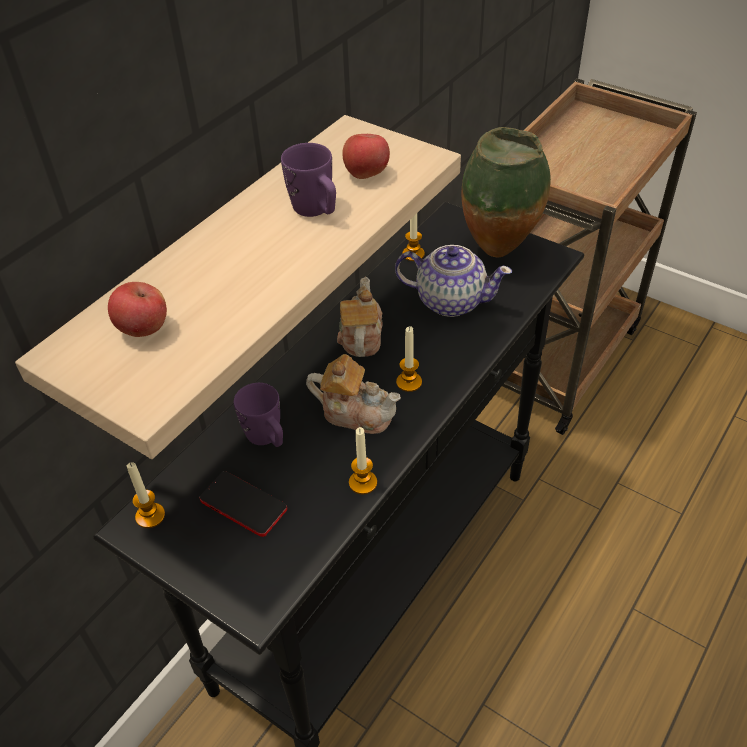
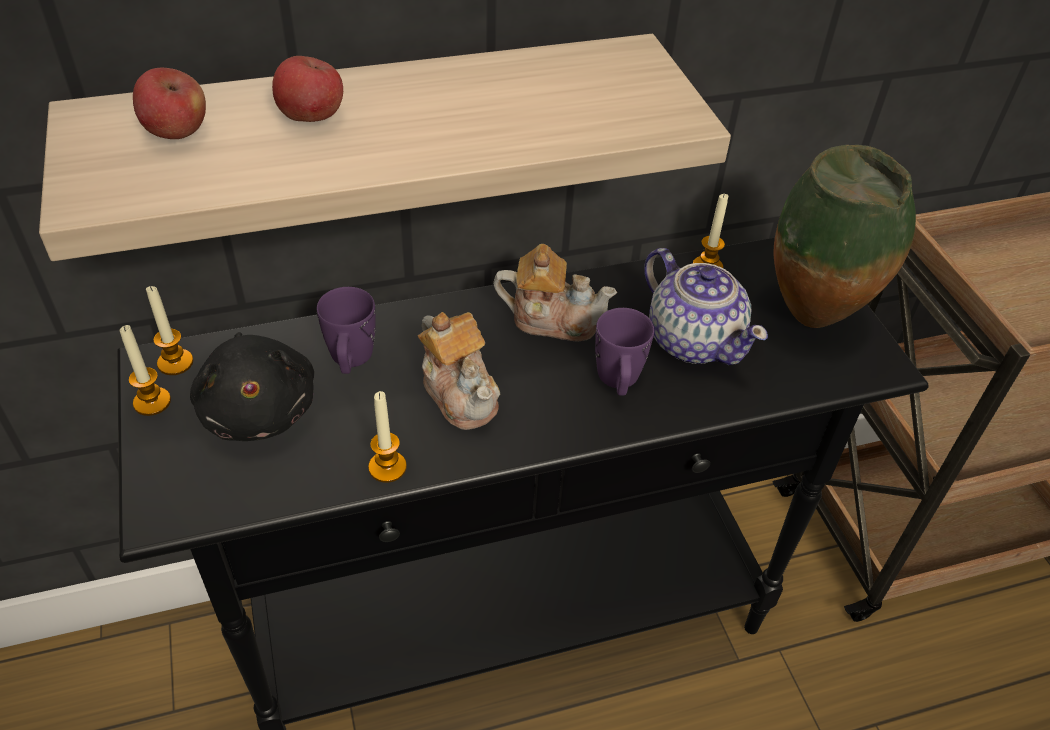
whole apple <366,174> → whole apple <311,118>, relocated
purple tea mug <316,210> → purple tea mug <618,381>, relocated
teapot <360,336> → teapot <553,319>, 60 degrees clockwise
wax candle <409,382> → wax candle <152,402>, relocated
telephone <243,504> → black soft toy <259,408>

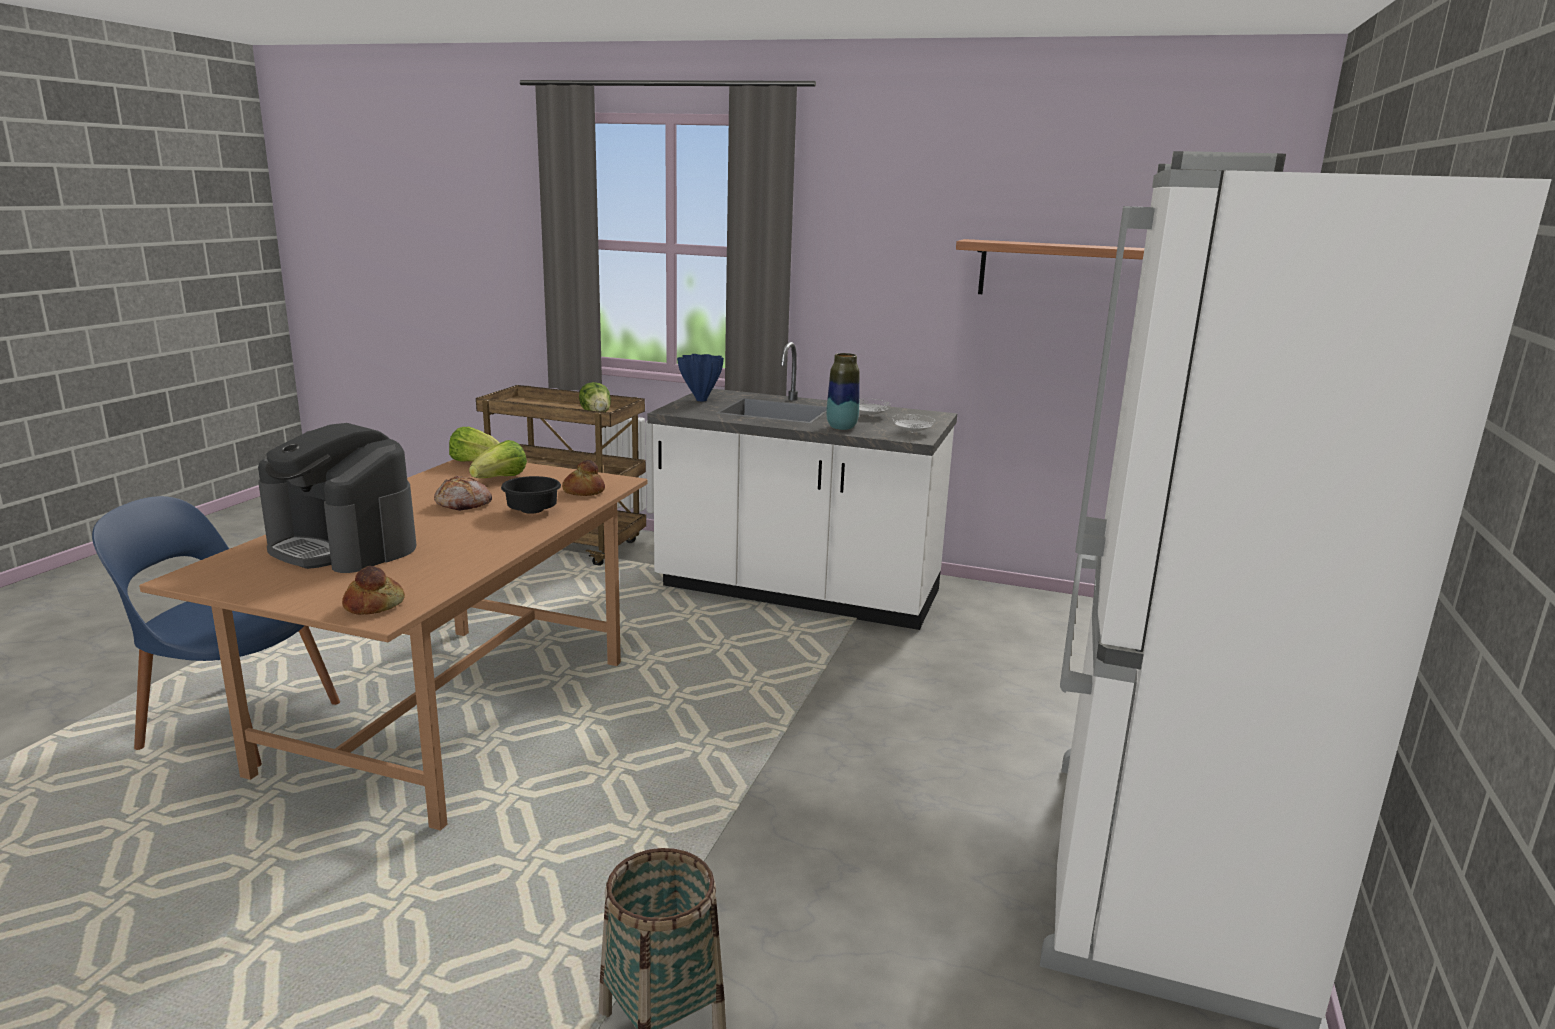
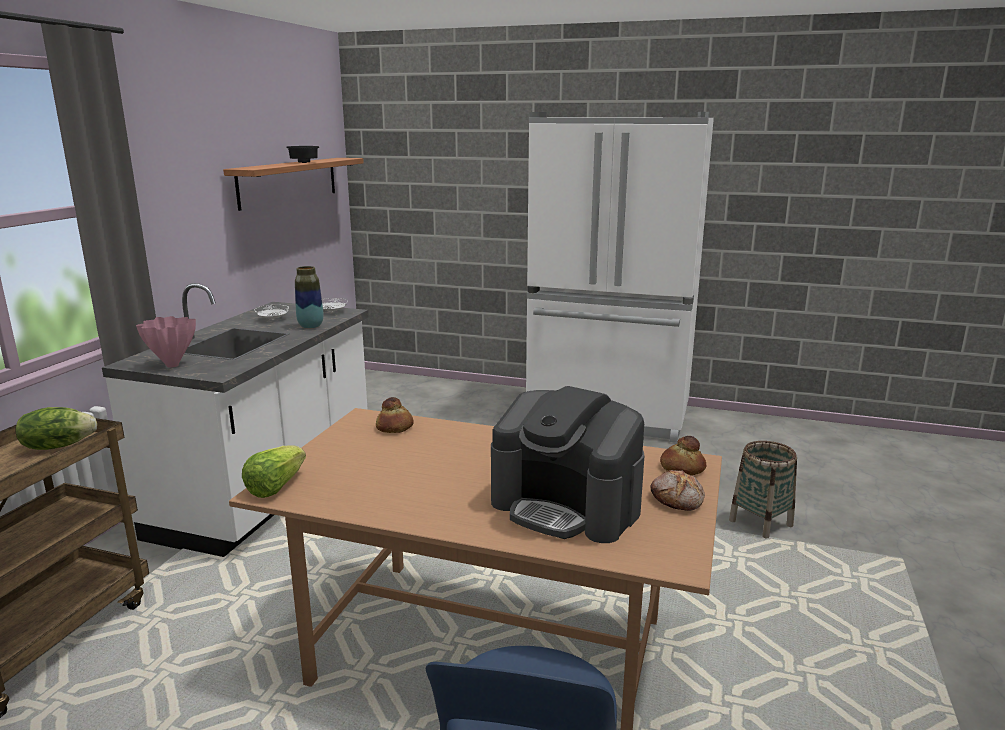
blue-coloured decorative vase <701,400> → pink-coloured decorative vase <171,365>
coffee brewer <343,546> → coffee brewer <567,506>, 90 degrees clockwise
lettuce <500,479> → -
bakery bread <464,504> → bakery bread <677,499>, relocated
black serving bowl <531,510> → black serving bowl <303,162>, relocated

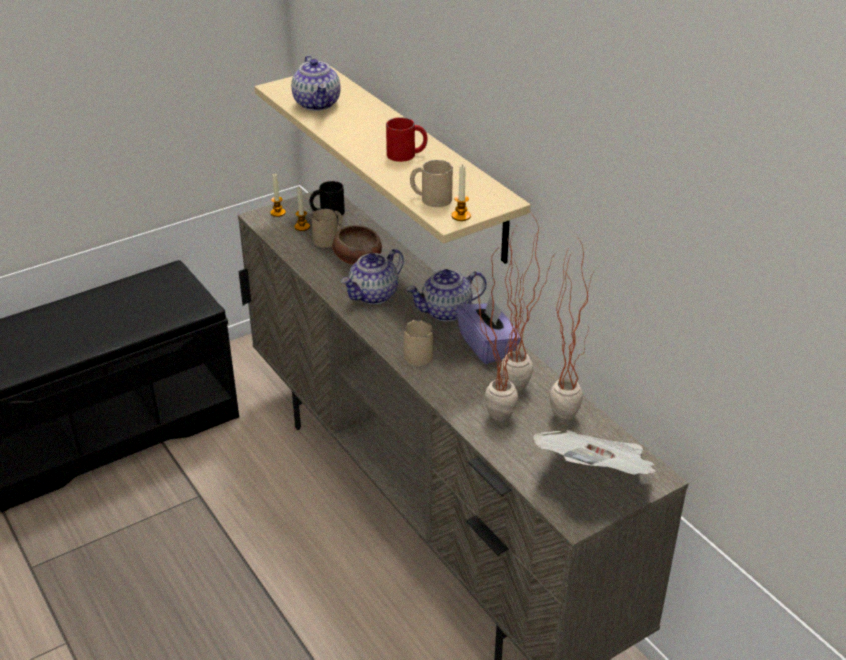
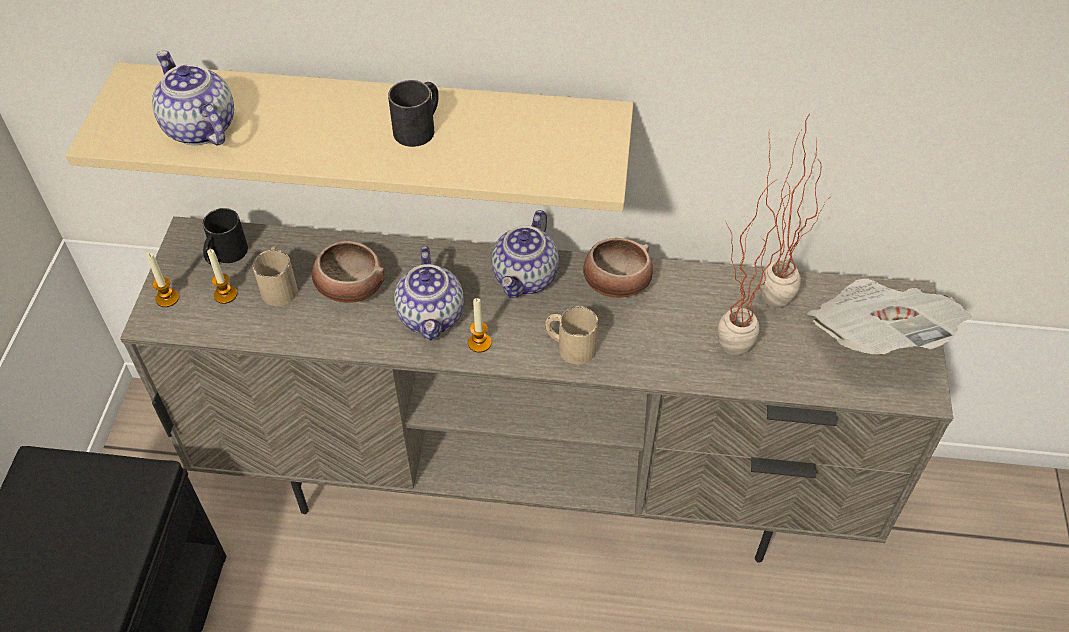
teapot <317,104> → teapot <199,128>, 150 degrees counterclockwise
red-coloured tea mug <407,154> → black tea mug <419,127>
sand-coloured tea mug <430,198> → -
wax candle <461,216> → wax candle <479,343>, relocated
plant in a pot <523,384> → -
purple tissue holder <487,346> → serving bowl <615,284>

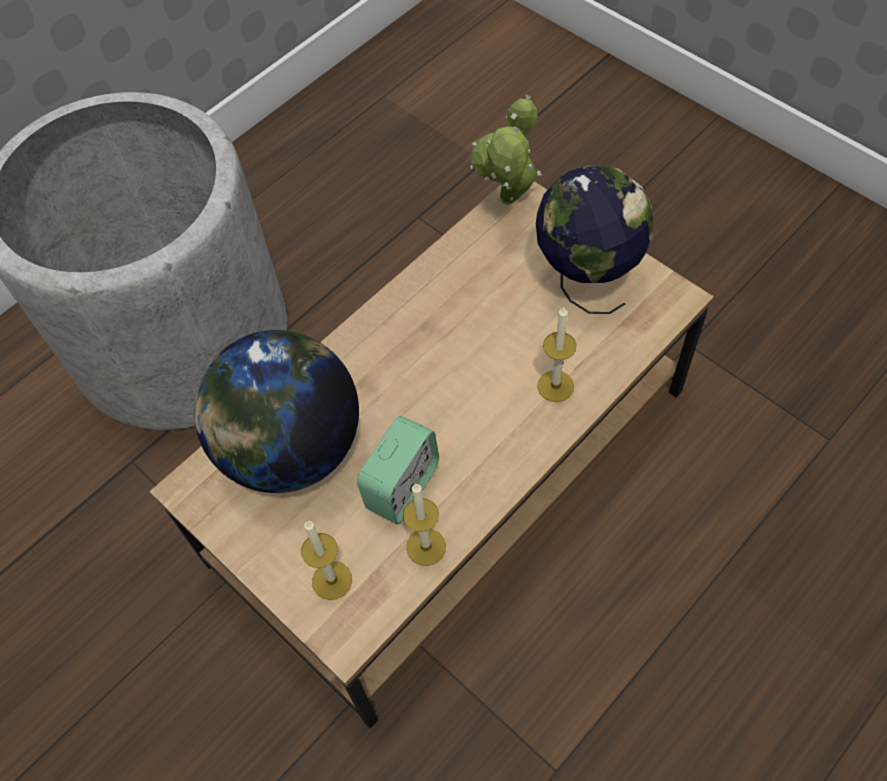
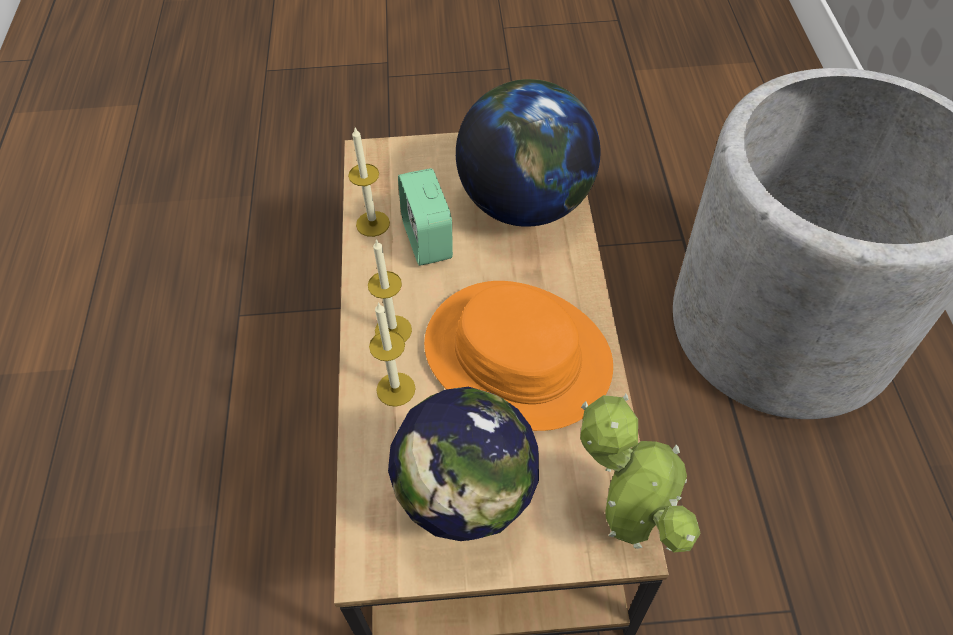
wax candle <332,580> → wax candle <393,330>, relocated
- → orange hat <517,356>

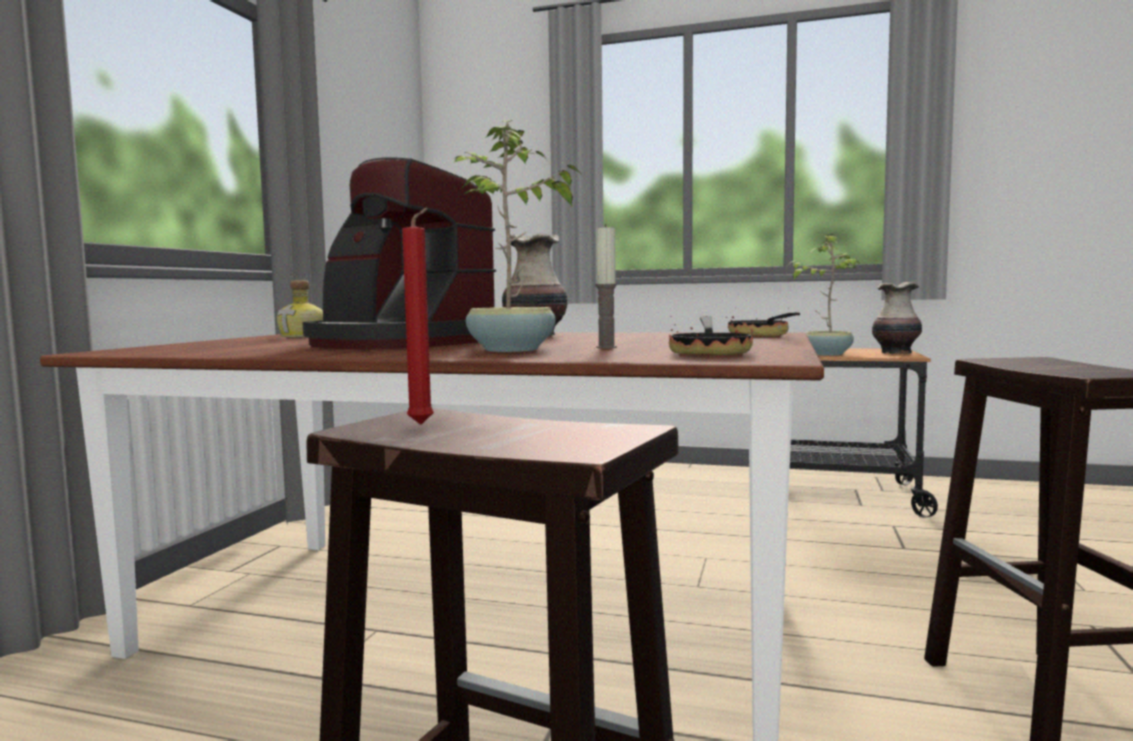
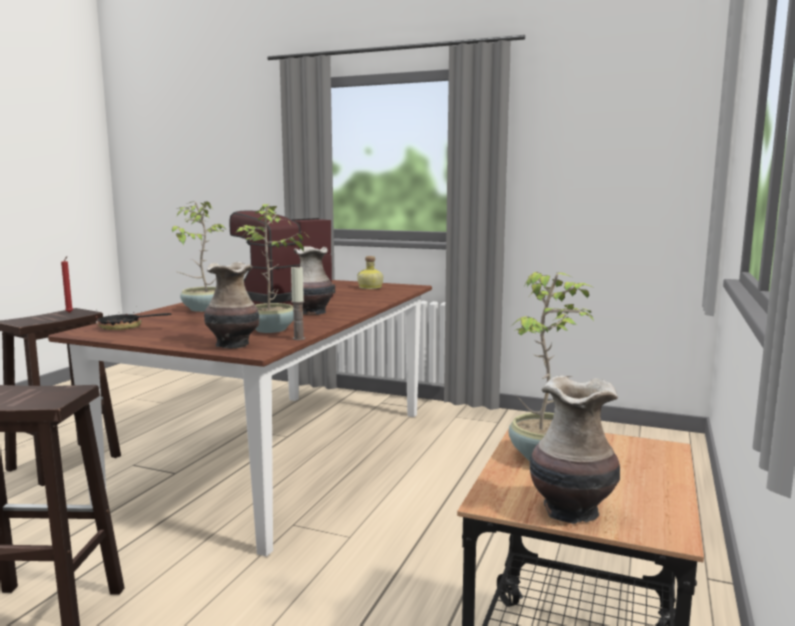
wax candle <606,347> → wax candle <298,338>, relocated
frying pan <761,336> → decorative vase <232,345>
- → plant in a pot <270,330>

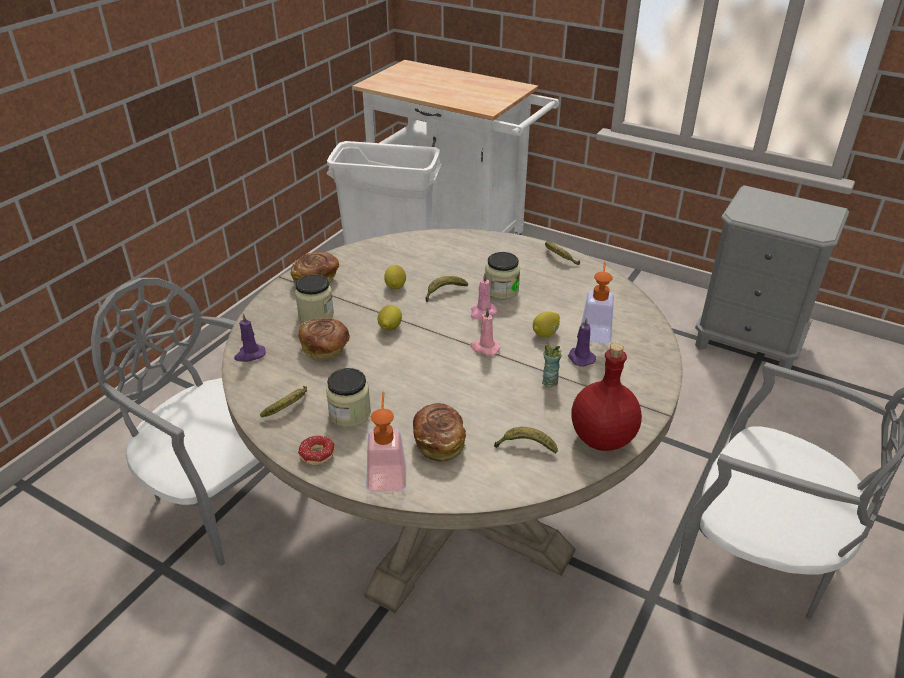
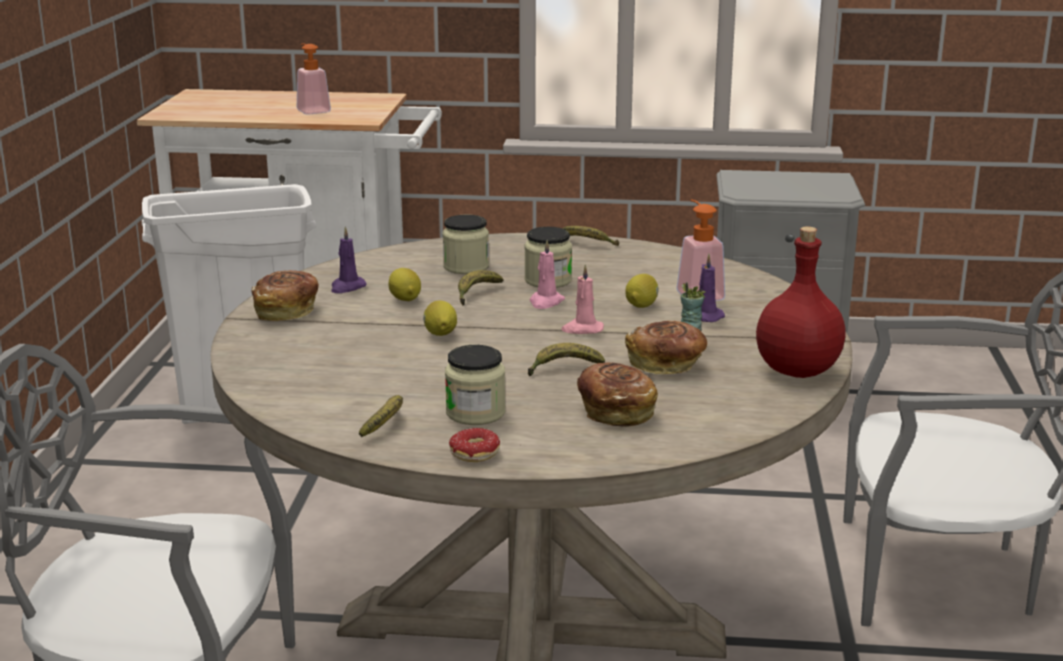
preserve jar <316,314> → preserve jar <466,267>, relocated
purple wax candle <249,355> → purple wax candle <347,287>, relocated
bakery bread <325,349> → bakery bread <666,365>, relocated
soap bottle <387,473> → soap bottle <311,110>, relocated
banana <525,446> → banana <563,368>, relocated

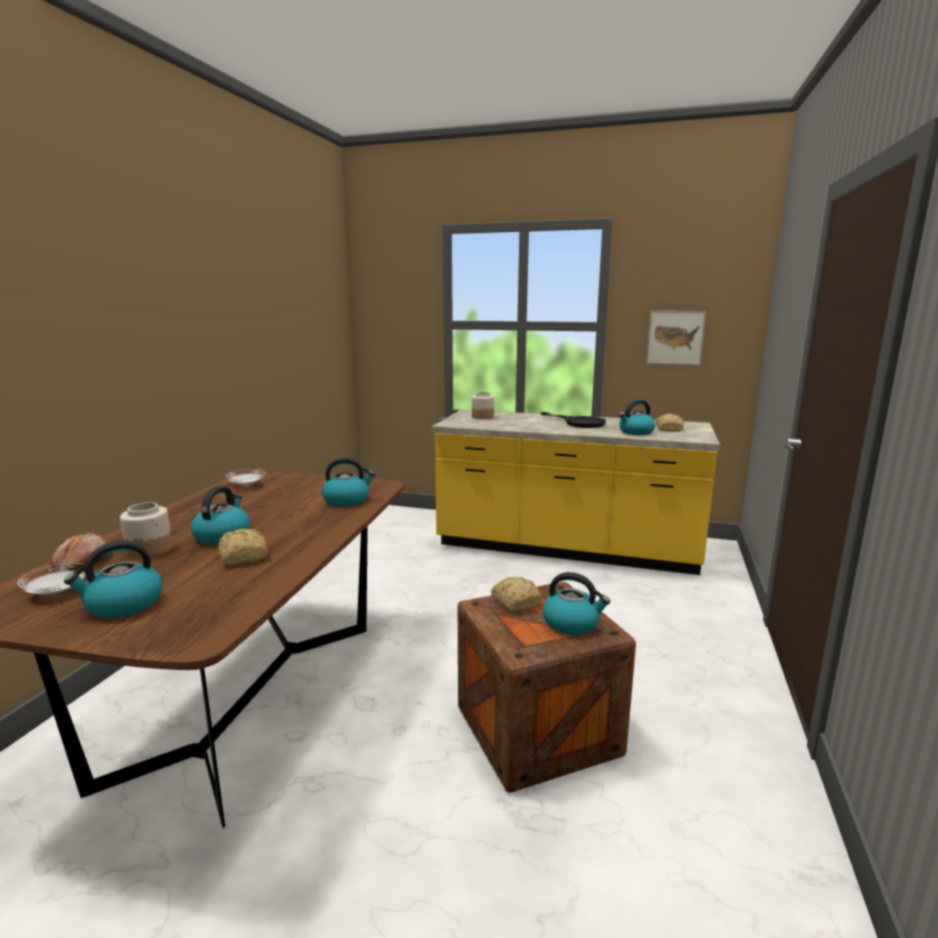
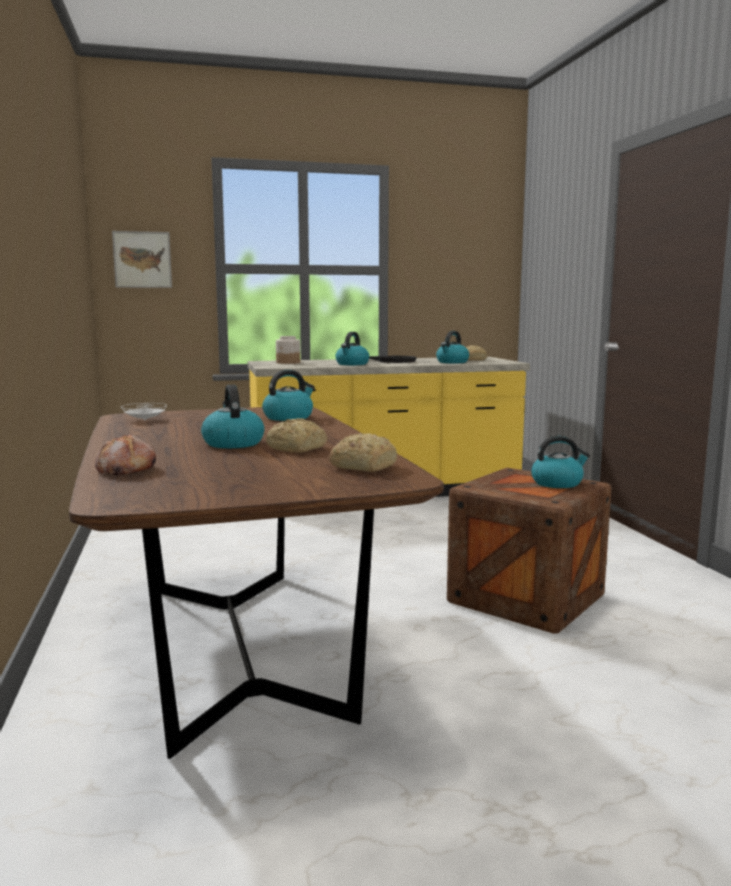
wall picture <675,337> → wall picture <142,259>, relocated
preserve jar <150,549> → -
tea kettle <123,605> → tea kettle <352,364>, relocated
whitish dinner plate <57,592> → -
bakery bread <516,601> → bakery bread <362,467>, relocated

